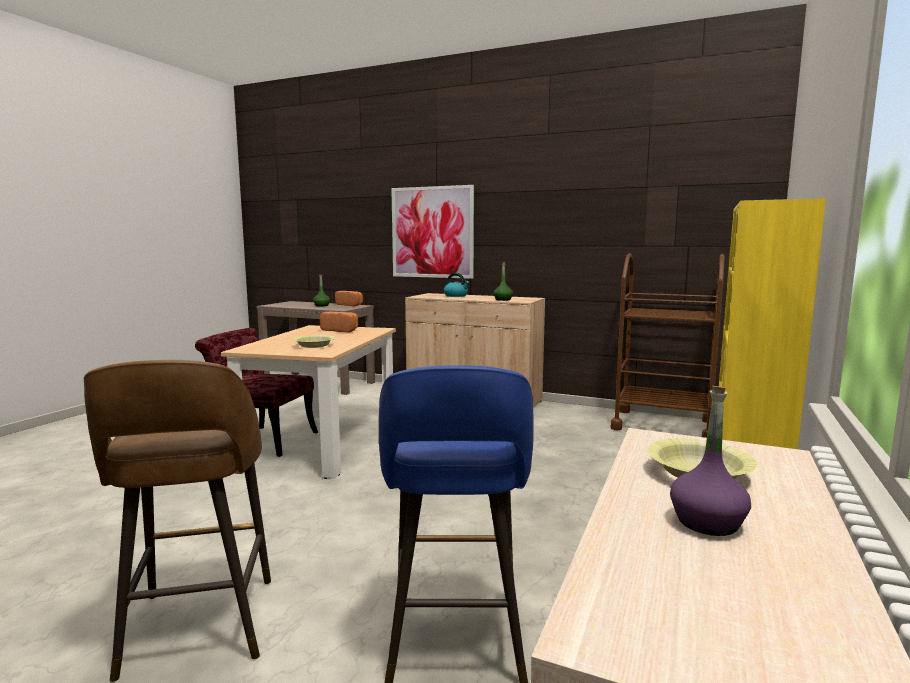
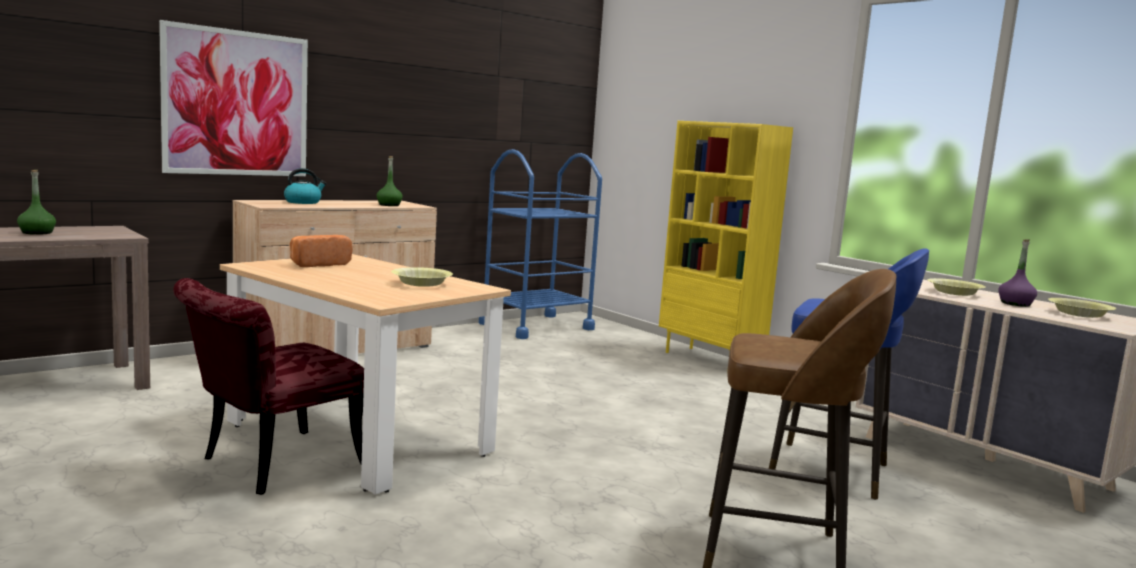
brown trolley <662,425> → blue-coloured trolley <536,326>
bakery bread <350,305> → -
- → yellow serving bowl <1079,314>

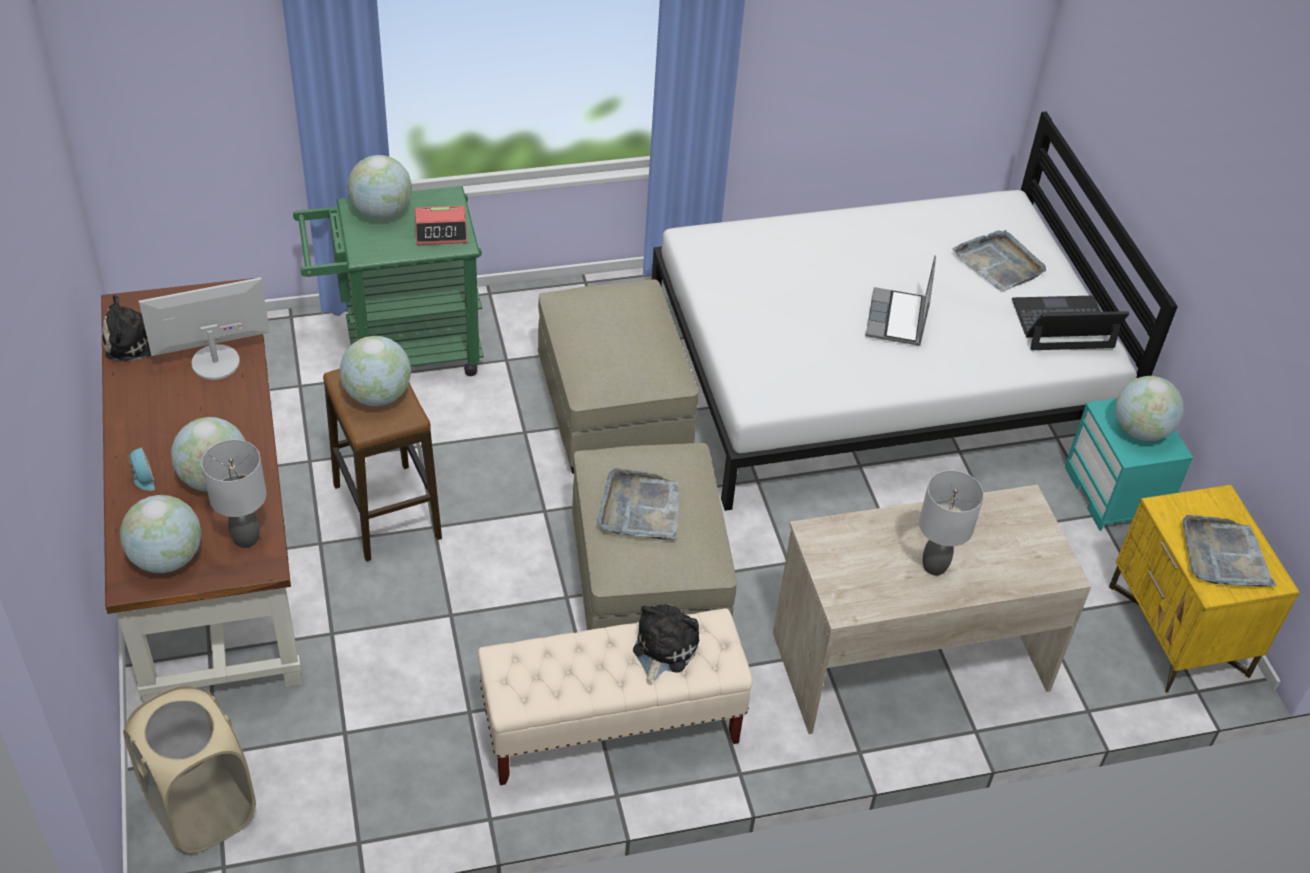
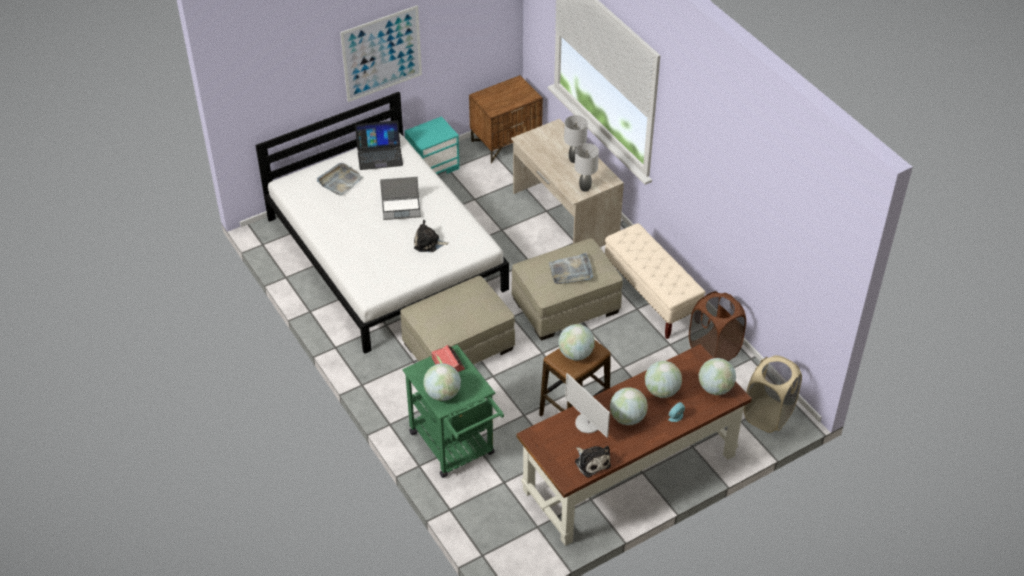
portable computer <1063,324> → portable computer <379,154>, 75 degrees counterclockwise
world globe <1140,431> → world globe <627,418>, relocated
gray table lamp <247,538> → gray table lamp <584,188>, relocated
yellow nightstand <1178,632> → brown nightstand <506,142>
gray serving tray <1224,556> → -
soft toy <663,649> → soft toy <428,243>, relocated
- → wall picture <382,53>
- → brown laundry basket <713,350>

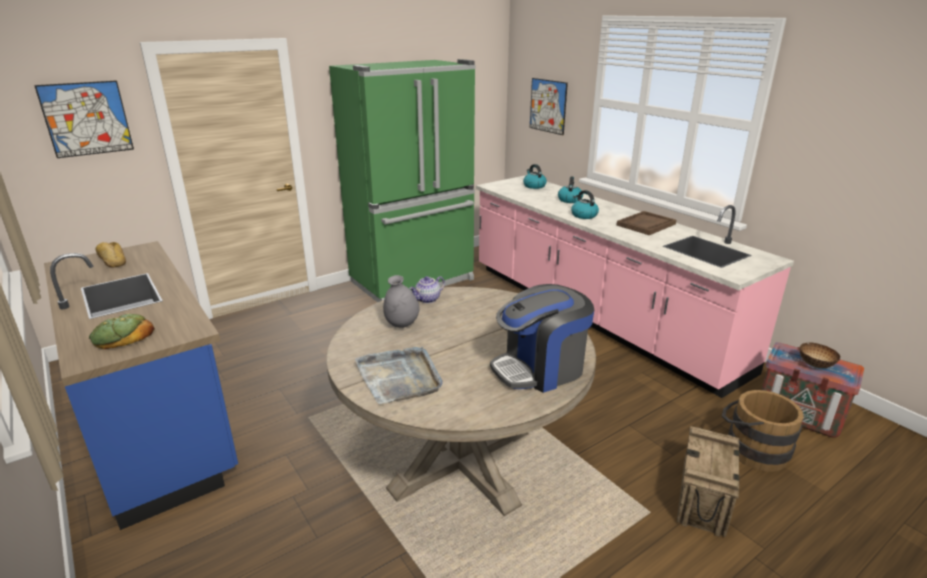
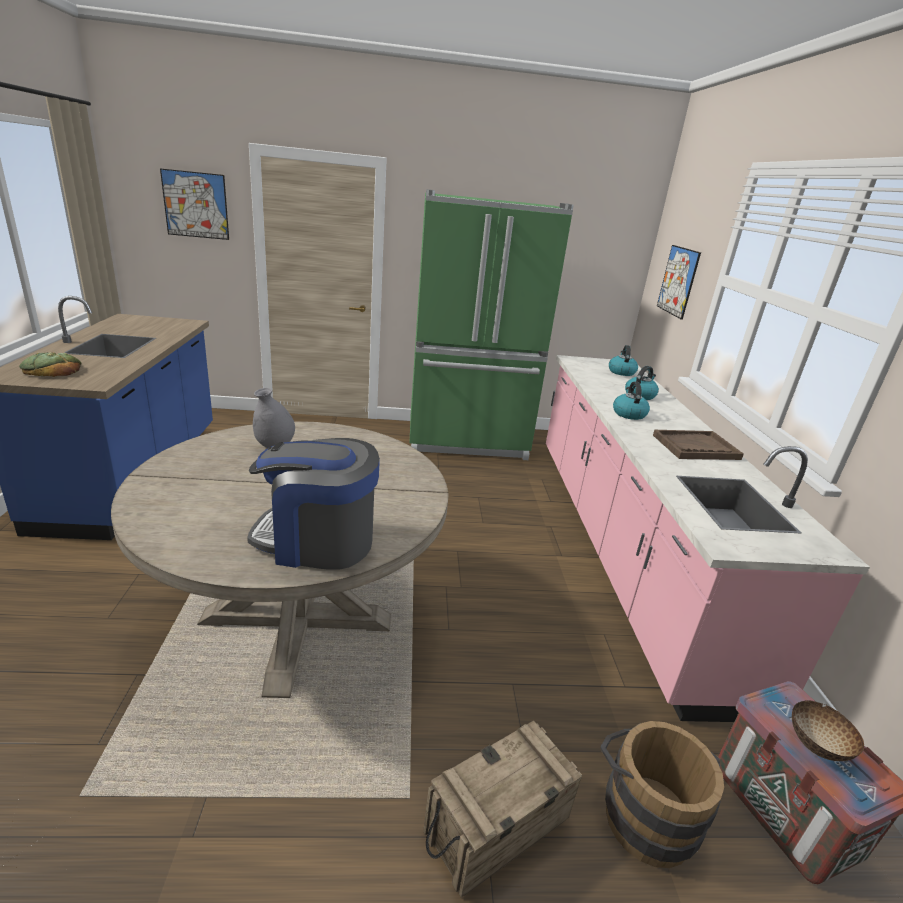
bakery bread <112,260> → -
teapot <428,299> → -
gray serving tray <400,377> → -

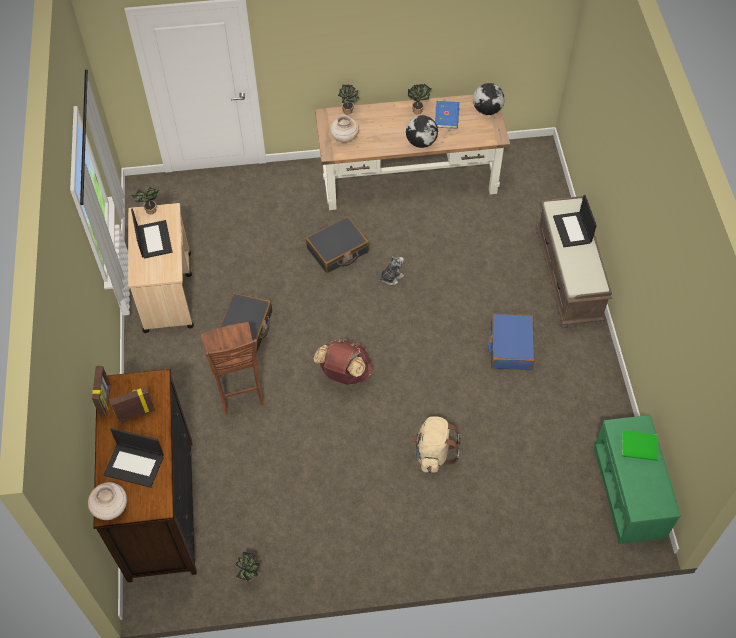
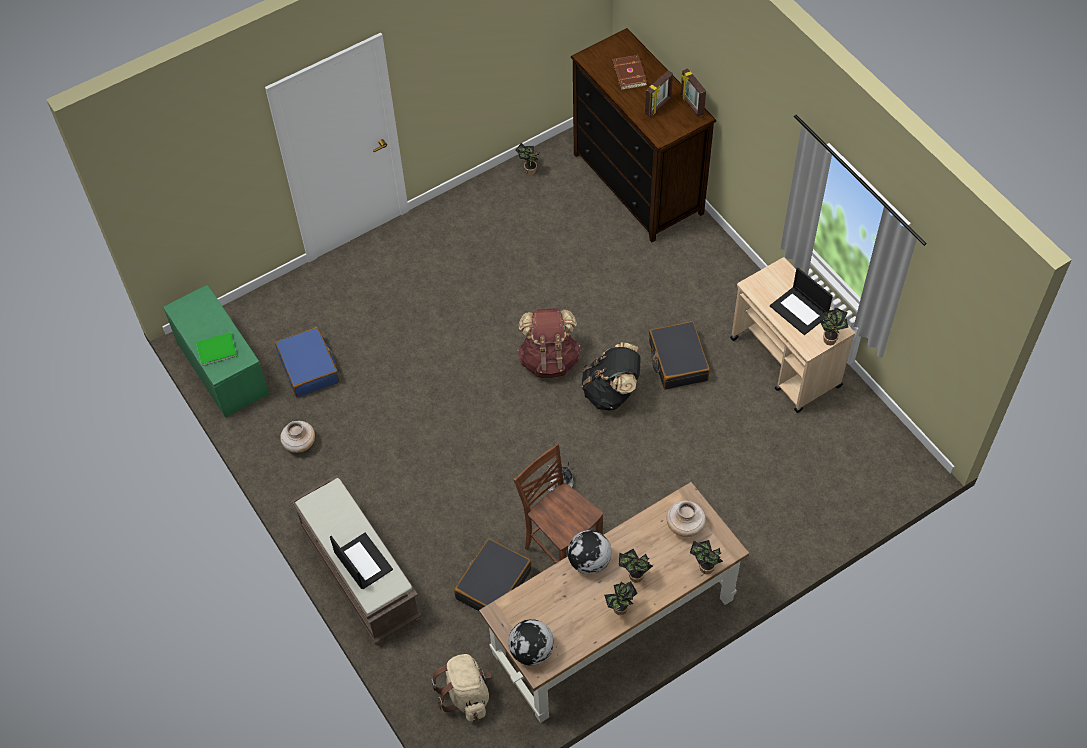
blue-coloured volume <447,116> → -
black suitcase <337,250> → black suitcase <493,584>, relocated
blue-coloured suitcase <510,346> → blue-coloured suitcase <309,368>, relocated
brown chair <238,389> → brown chair <561,552>, relocated
sand-coloured knapsack <433,453> → sand-coloured knapsack <466,694>, relocated
portable computer <135,465> → brown volume <628,74>
sand-coloured decorative vase <111,507> → sand-coloured decorative vase <299,444>, relocated
- → black knapsack <611,392>
- → plant in a pot <634,577>

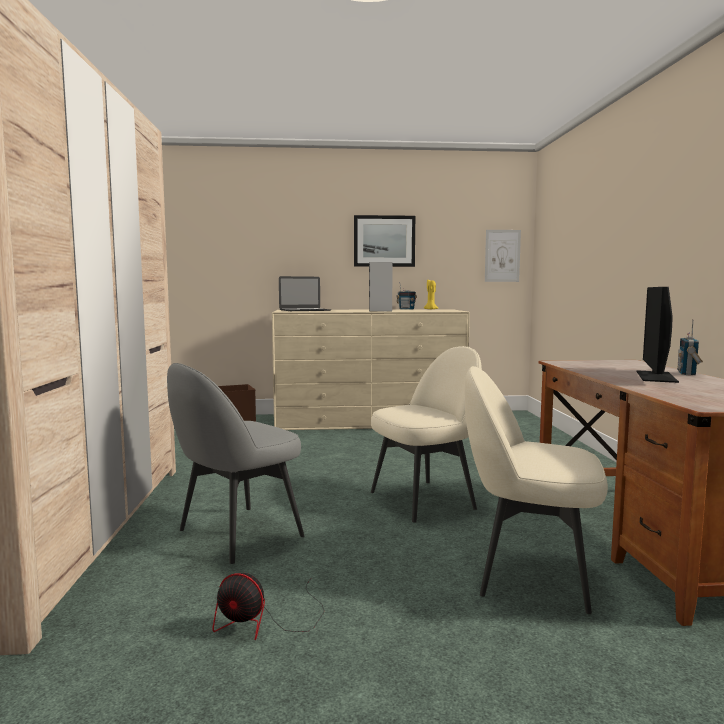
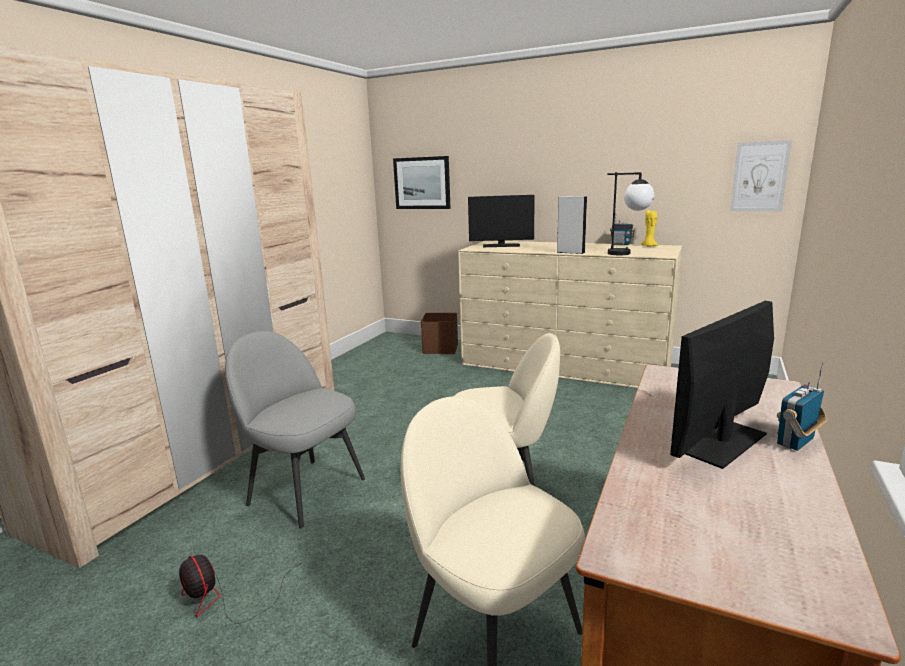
wall picture <384,241> → wall picture <422,183>, relocated
portable computer <305,310> → monitor <501,245>
gray chair <237,534> → gray chair <305,490>, 45 degrees clockwise
- → table lamp <628,254>

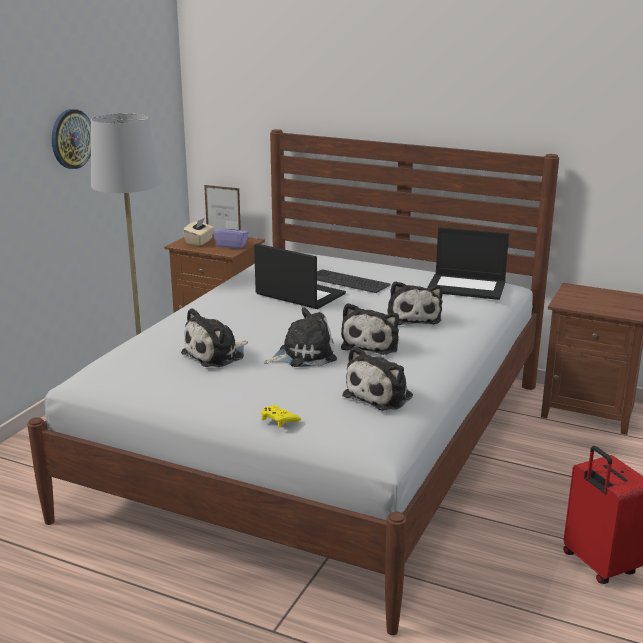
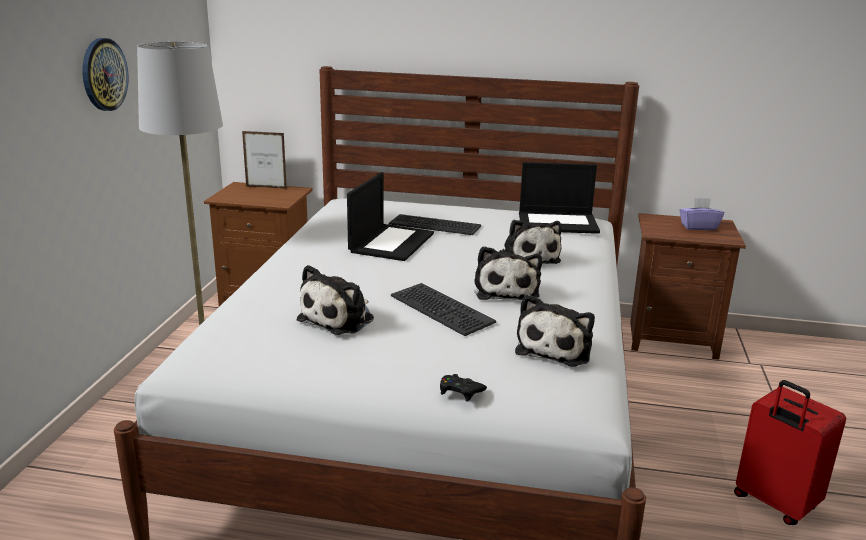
sand-coloured tissue holder <199,242> → -
purple tissue holder <231,245> → purple tissue holder <698,227>, relocated
portable computer <299,294> → portable computer <391,242>, 90 degrees clockwise
soft toy <303,355> → computer keyboard <440,310>
yellow joypad <279,419> → black joypad <460,391>

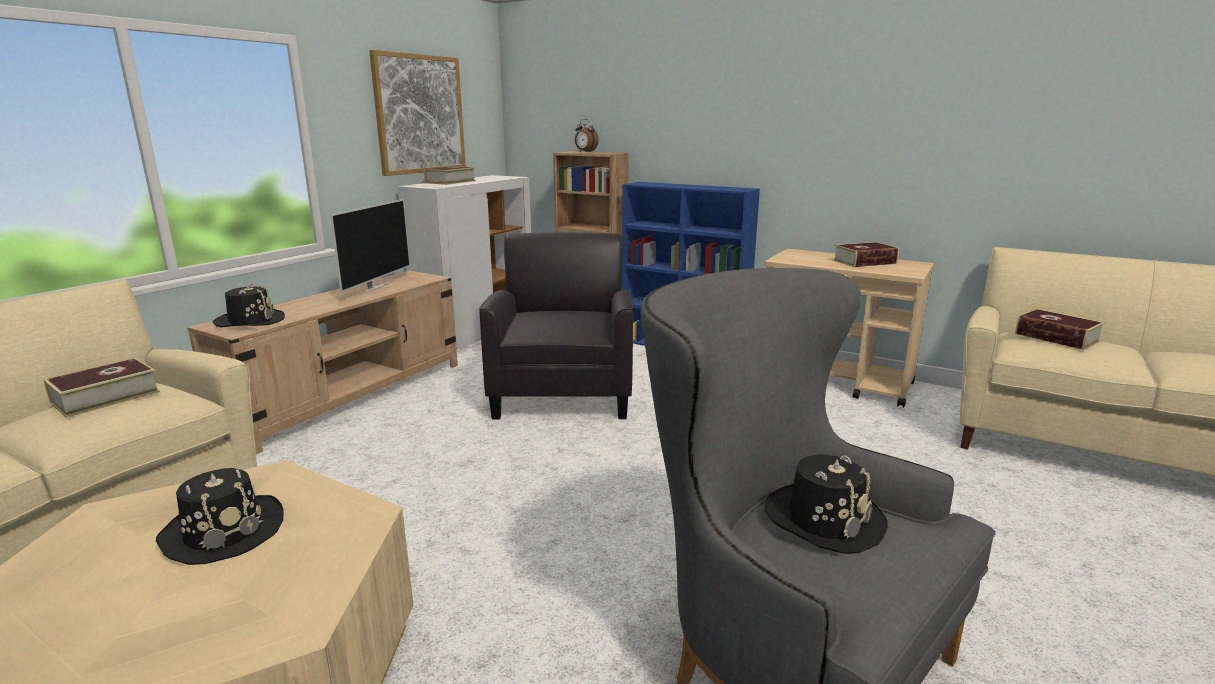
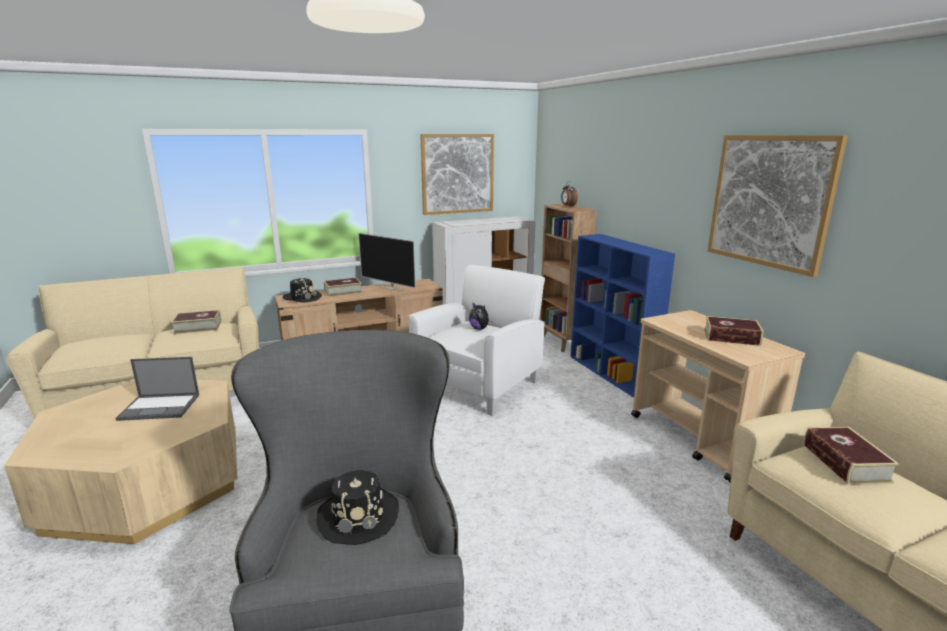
volume <450,182> → volume <343,291>, relocated
television <374,287> → television <390,287>, 75 degrees clockwise
black easy chair <563,393> → whitish easy chair <479,385>
black hat <223,531> → portable computer <161,407>
- → wall picture <770,201>
- → soft toy <479,328>

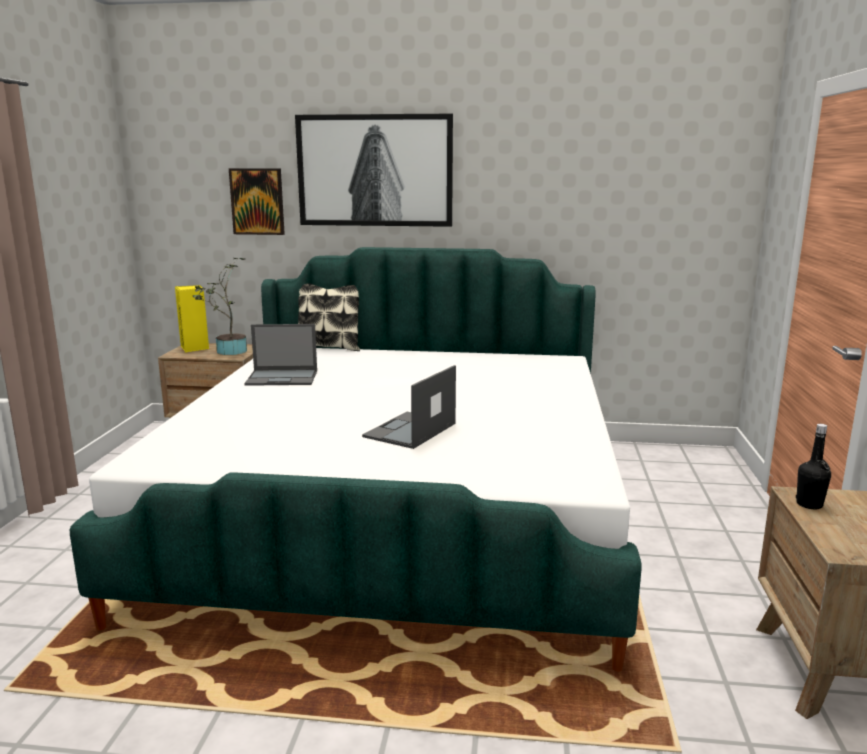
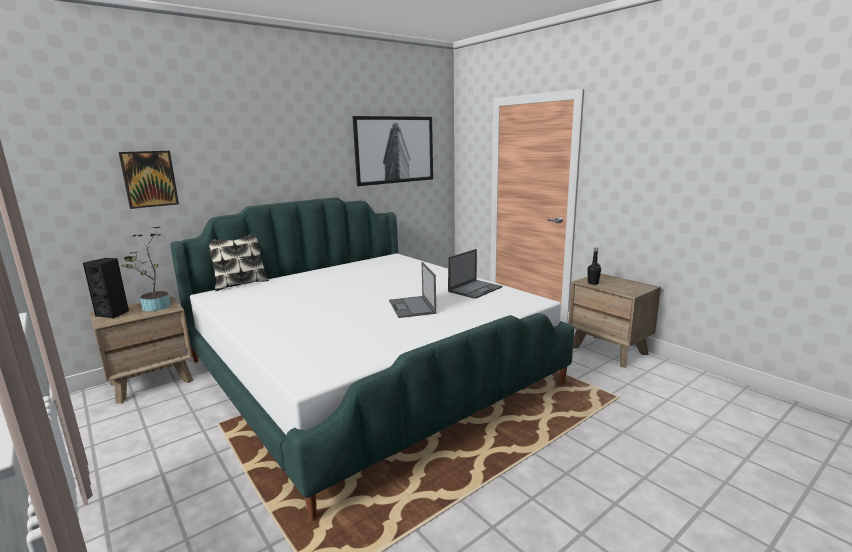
wall picture <374,171> → wall picture <395,150>, relocated
yellow audio speaker <195,348> → black audio speaker <113,314>
portable computer <283,378> → portable computer <475,289>, relocated

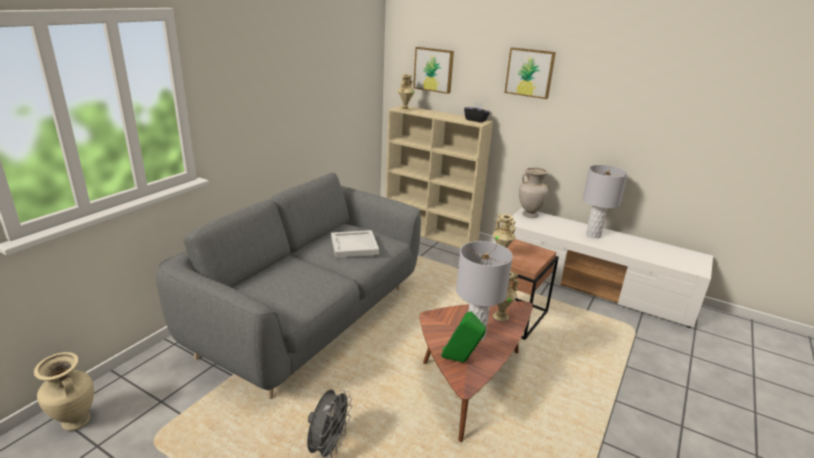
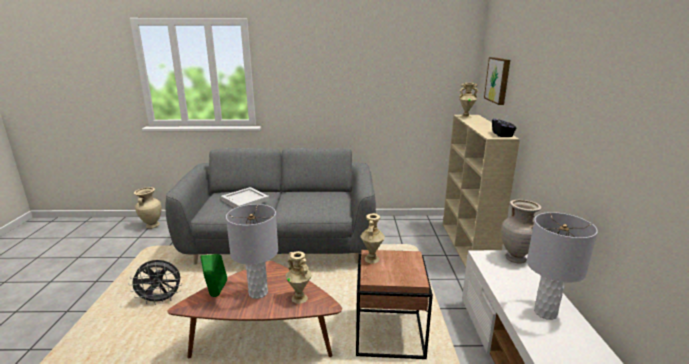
wall picture <530,72> → -
whitish serving tray <353,245> → whitish serving tray <245,200>, relocated

